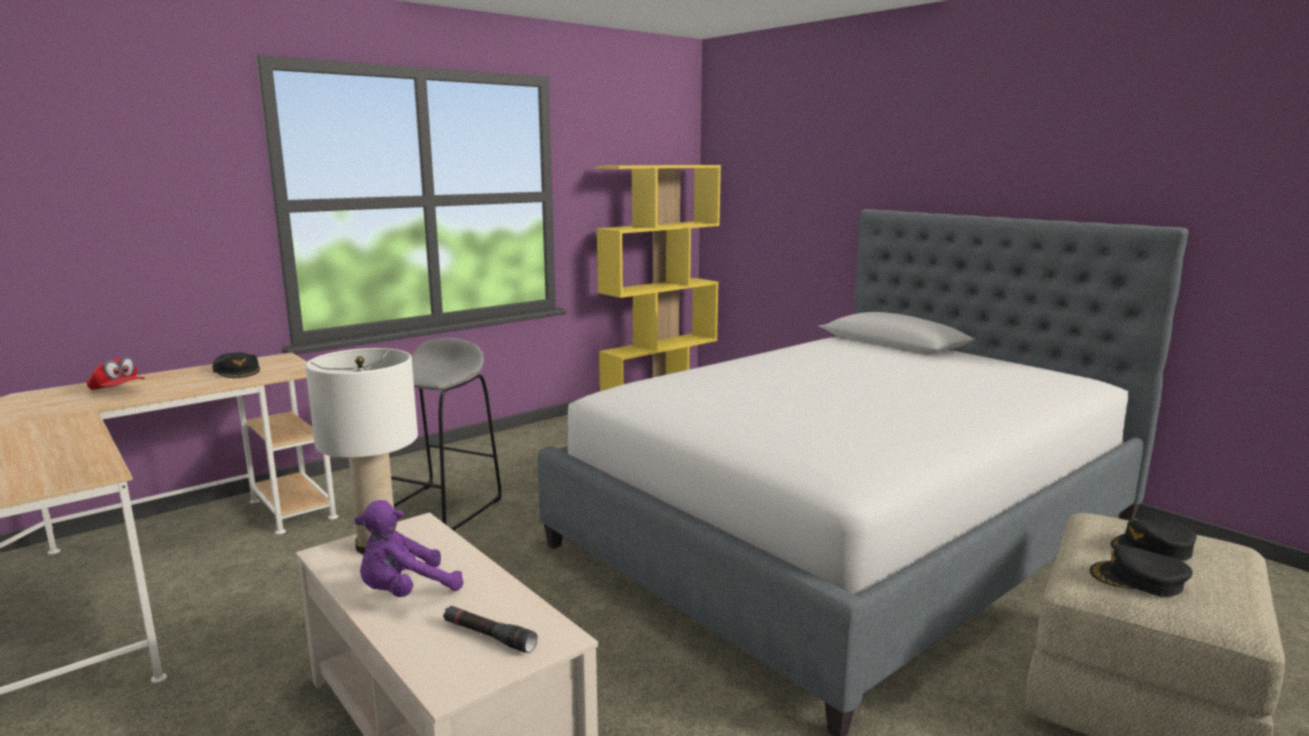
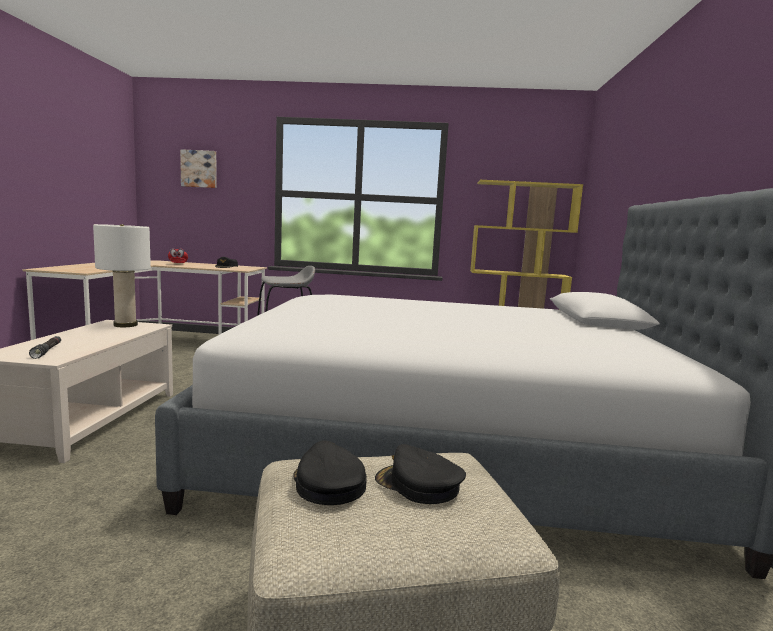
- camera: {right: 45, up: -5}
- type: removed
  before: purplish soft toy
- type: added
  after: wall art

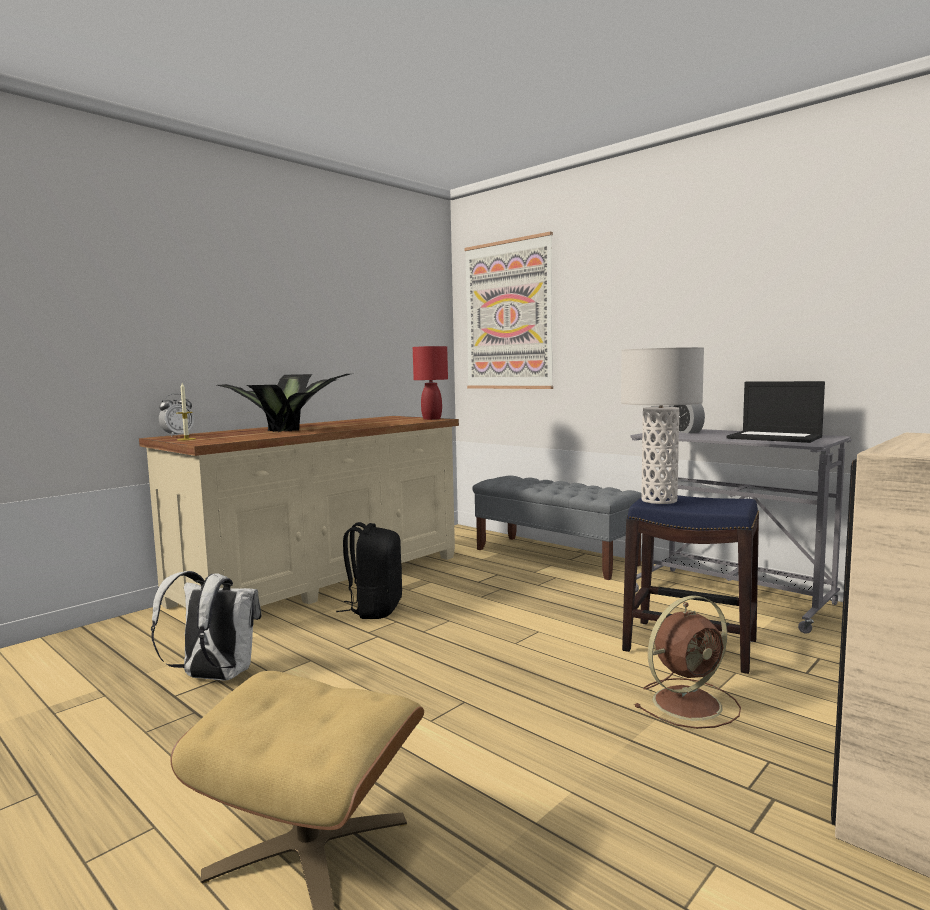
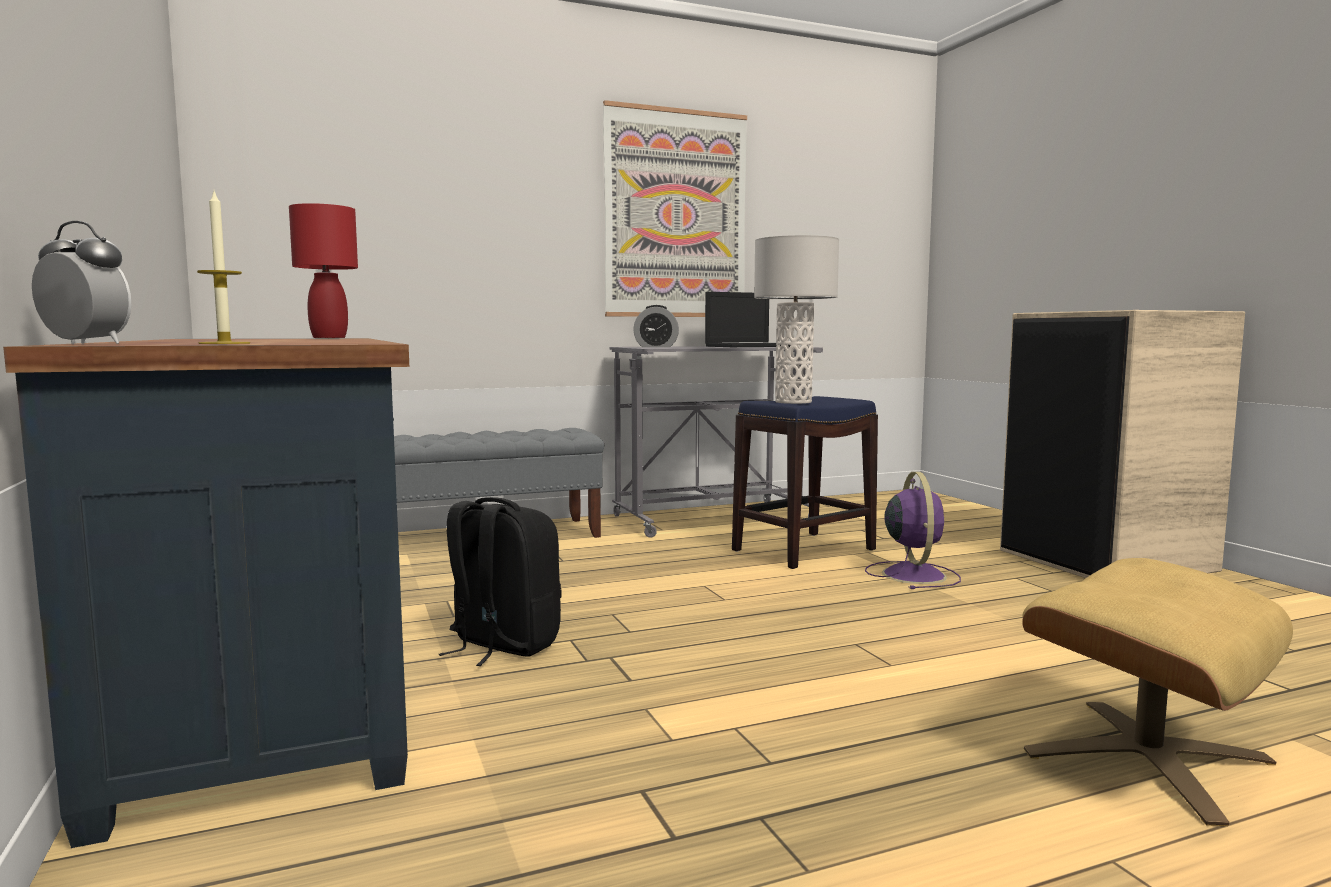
- camera: {right: -65, up: 0}
- type: moved
  before: wall art
- type: removed
  before: houseplant
- type: turned
  before: bedside clock (1st from left)
  turn: -45
- type: recoloured
  before: beige-coloured chest of drawers
  after: blue chest of drawers
- type: removed
  before: white-coloured knapsack
- type: recoloured
  before: brown cooling fan
  after: purplish cooling fan

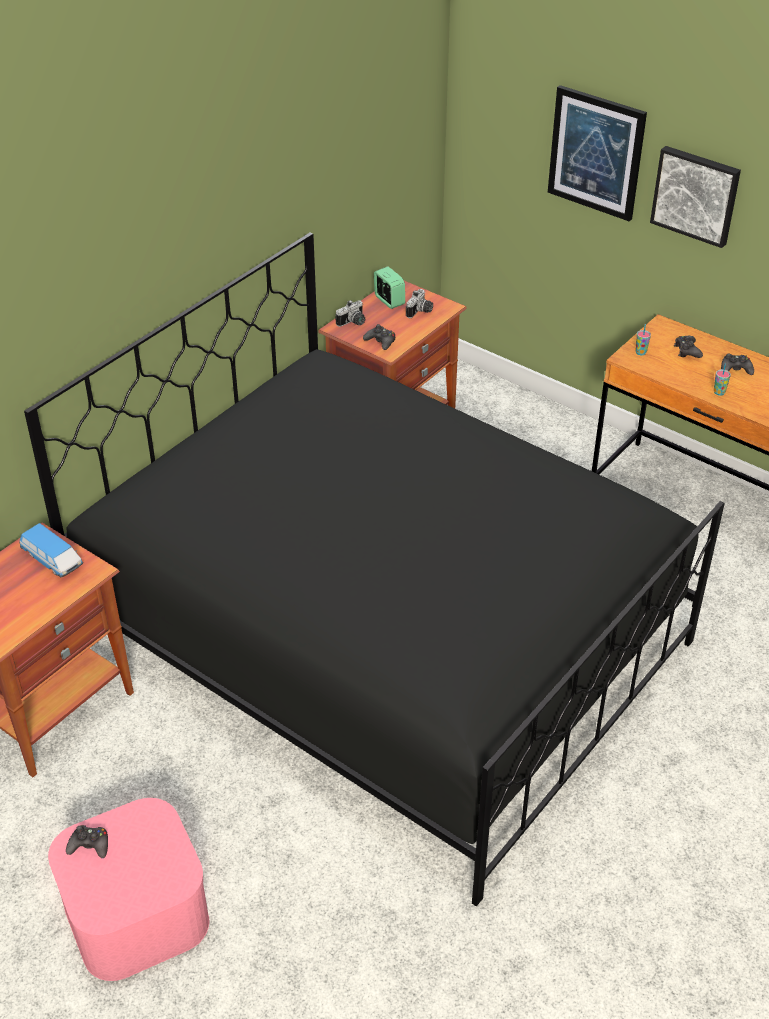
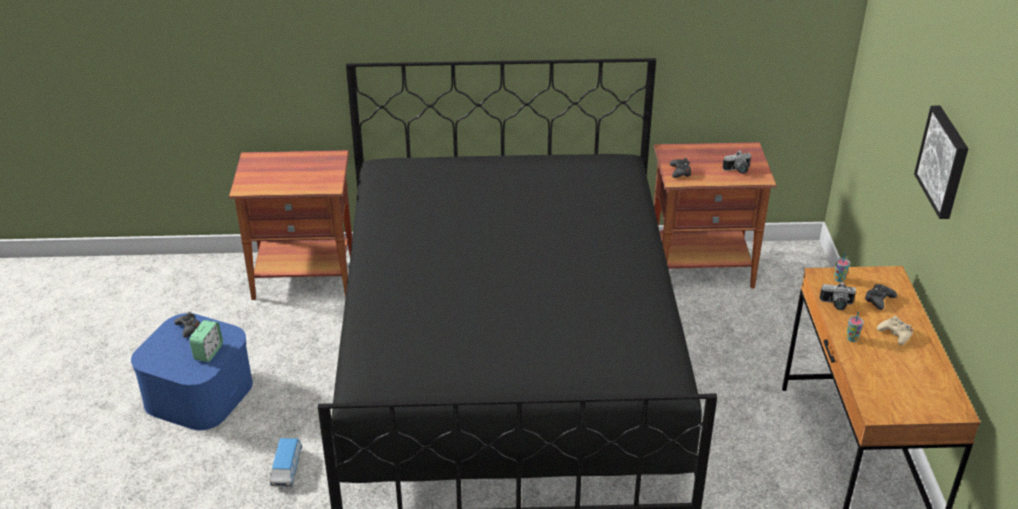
- camera: {right: 50, up: -5}
- type: removed
  before: wall art (1st from left)
- type: moved
  before: bedside clock
- type: moved
  before: still camera (1st from left in the first image)
  after: still camera (2nd from left)
- type: recoloured
  before: black-coloured gamepad (4th from left)
  after: beige-coloured gamepad
- type: moved
  before: toy car
- type: recoloured
  before: pink storage container
  after: blue storage container

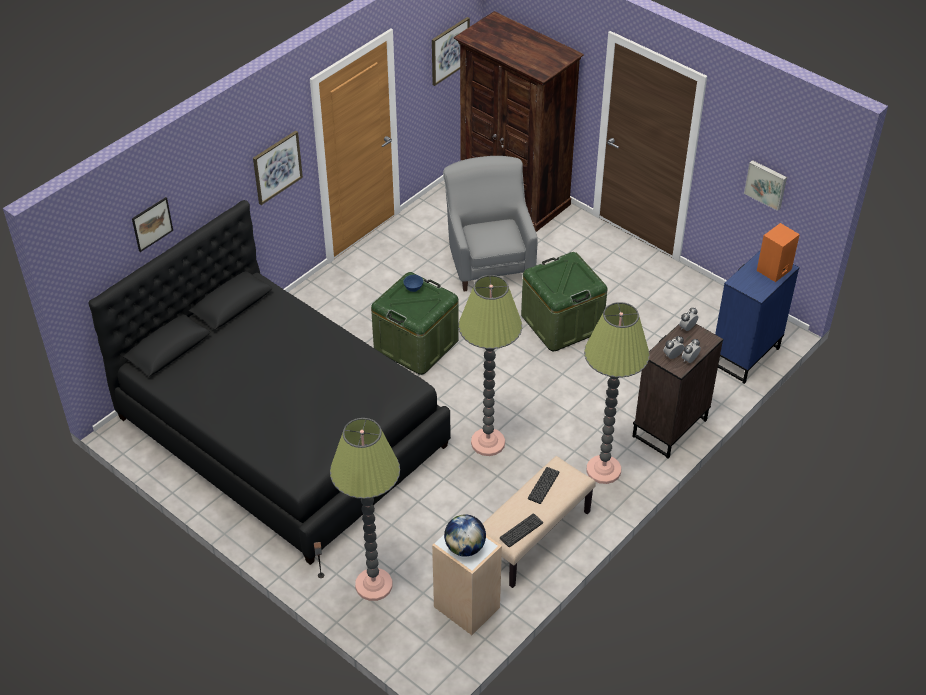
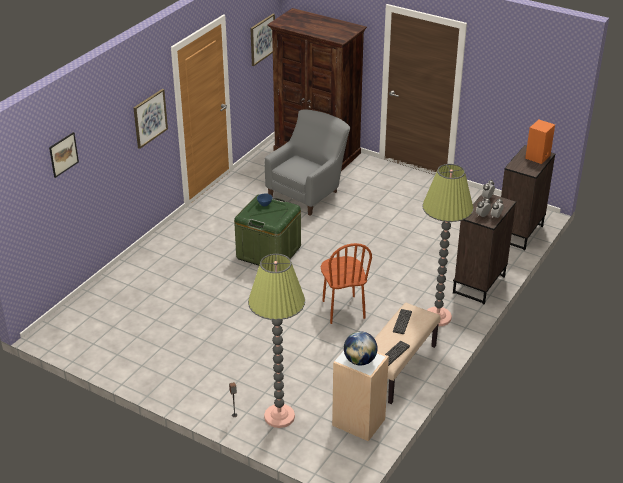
- camera: {right: -10, up: -10}
- type: turned
  before: grey easy chair
  turn: 60
- type: removed
  before: wall art (4th from left)
- type: removed
  before: black-coloured bedroom bed
- type: recoloured
  before: blue chest of drawers
  after: brown chest of drawers (2nd from left)
- type: removed
  before: green-coloured storage container (2nd from left)
- type: replaced
  before: standing lamp (2nd from left)
  after: brown plain chair

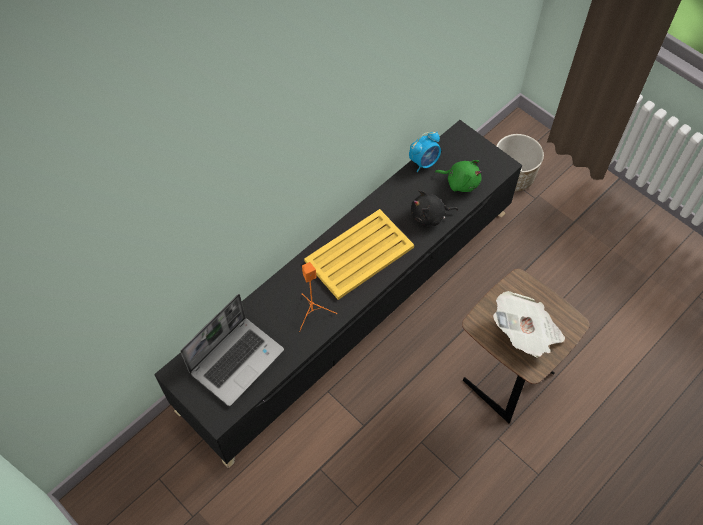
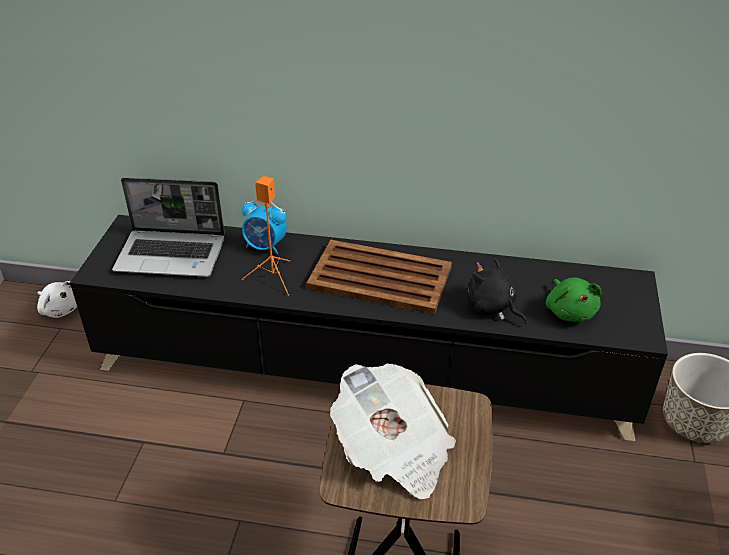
- camera: {right: 55, up: -20}
- type: moved
  before: bedside clock
- type: recoloured
  before: yellow tray
  after: brown tray
- type: added
  after: white-coloured soft toy

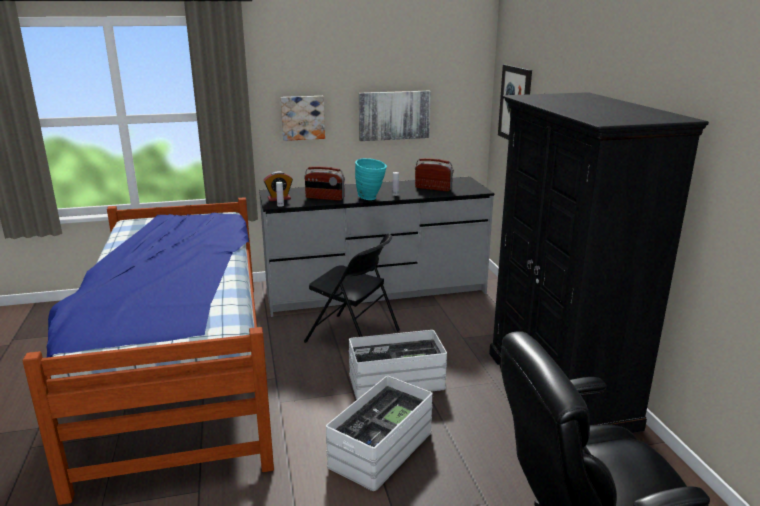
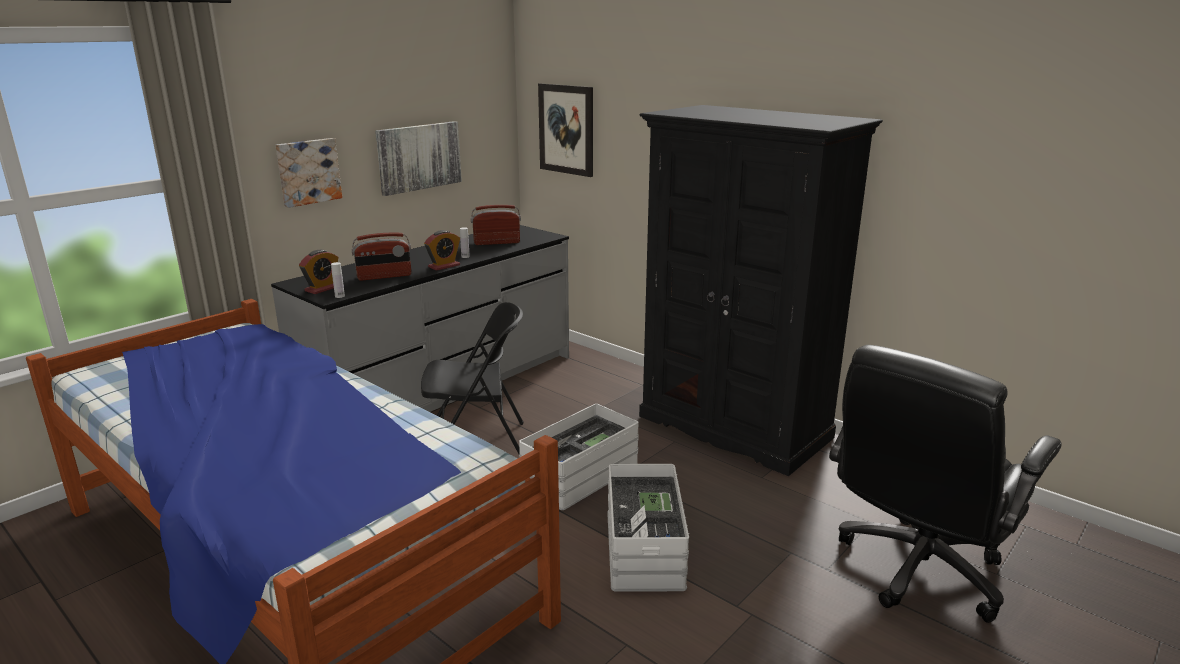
- camera: {right: -35, up: 0}
- type: replaced
  before: blue-green flower vase
  after: bedside clock (2nd from left)

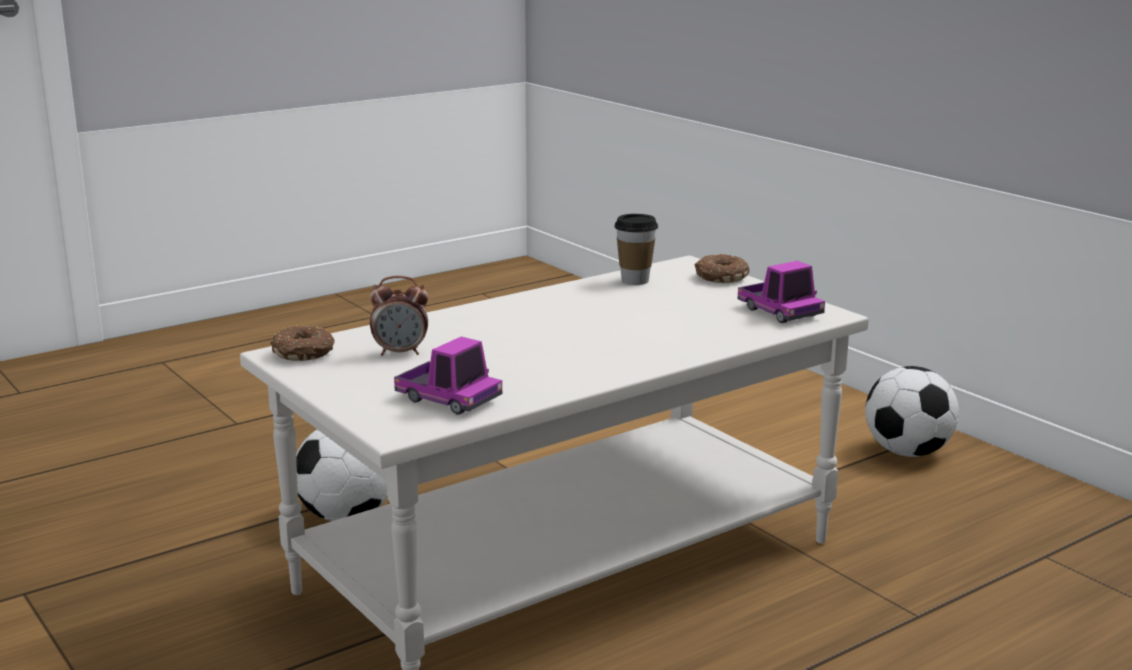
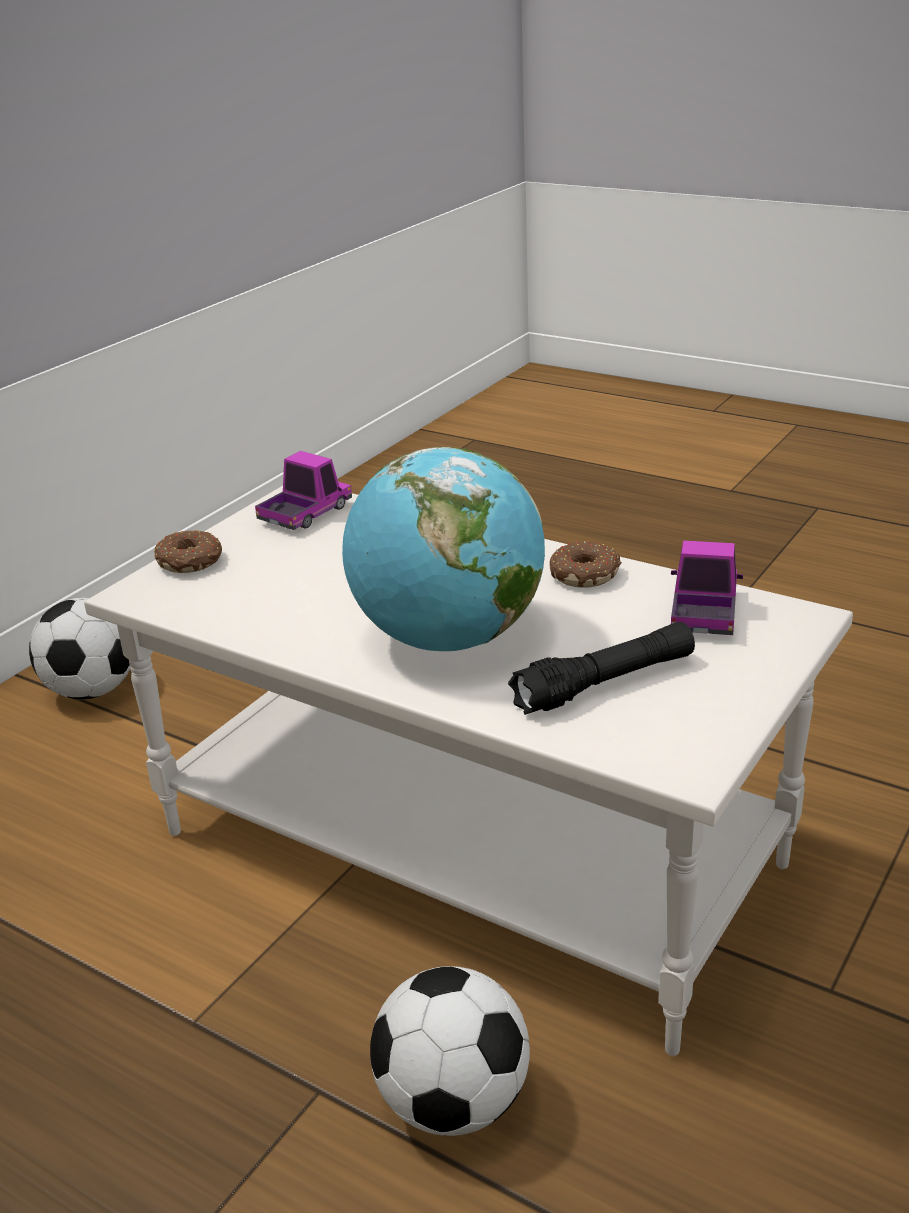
- camera: {right: -110, up: 10}
- type: removed
  before: cup
- type: replaced
  before: bedside clock
  after: black-coloured flashlight
- type: moved
  before: ring doughnut (1st from left in the first image)
  after: ring doughnut (2nd from left)
- type: added
  after: globe

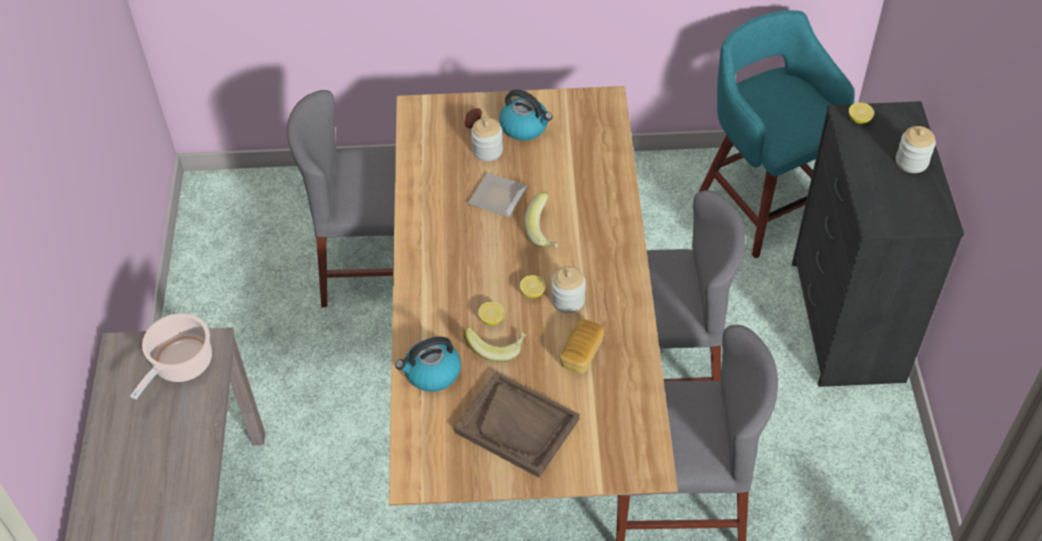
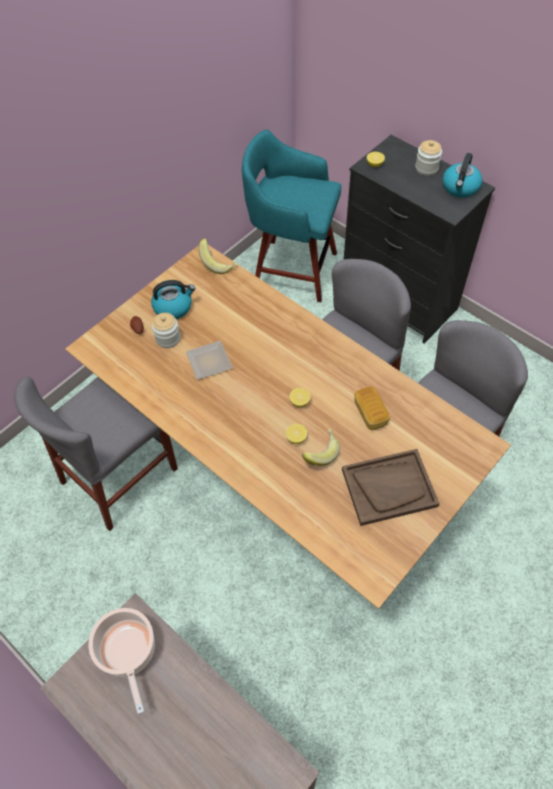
- camera: {right: -45, up: 5}
- type: moved
  before: banana fruit (2nd from left in the first image)
  after: banana fruit (1st from left)
- type: removed
  before: jar (2nd from left)
- type: moved
  before: water kettle (1st from left in the first image)
  after: water kettle (2nd from left)

